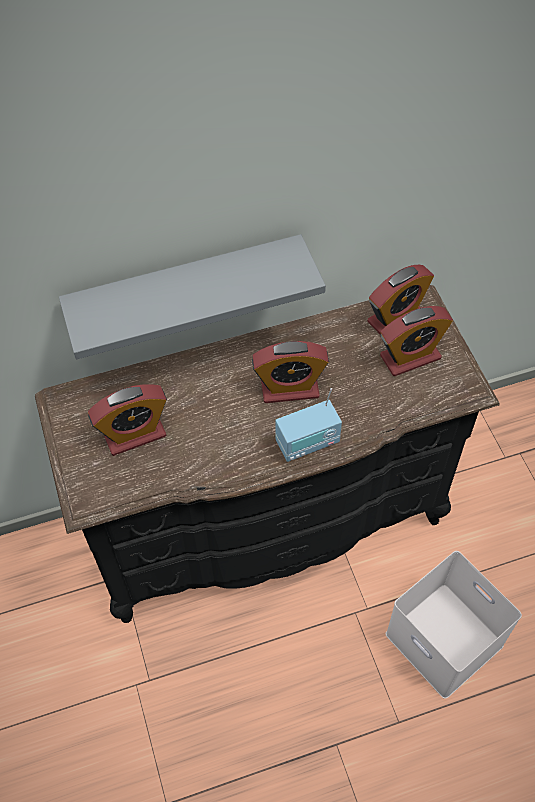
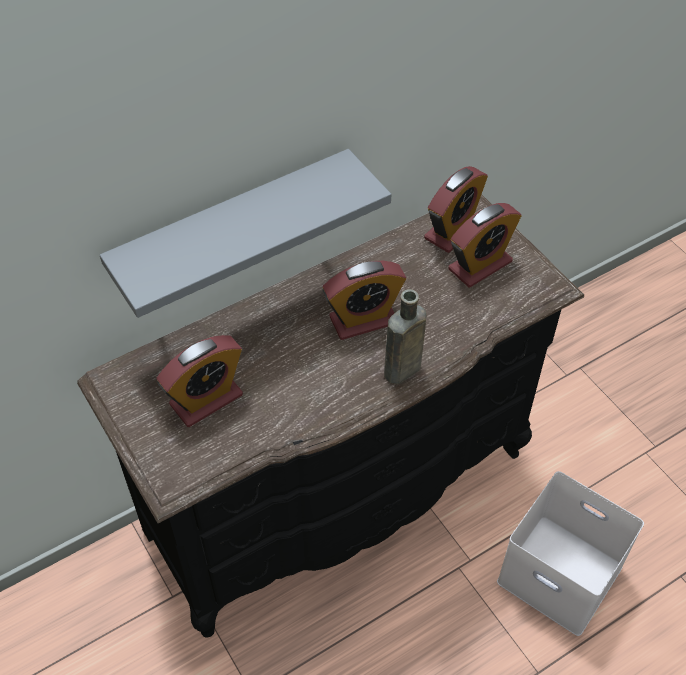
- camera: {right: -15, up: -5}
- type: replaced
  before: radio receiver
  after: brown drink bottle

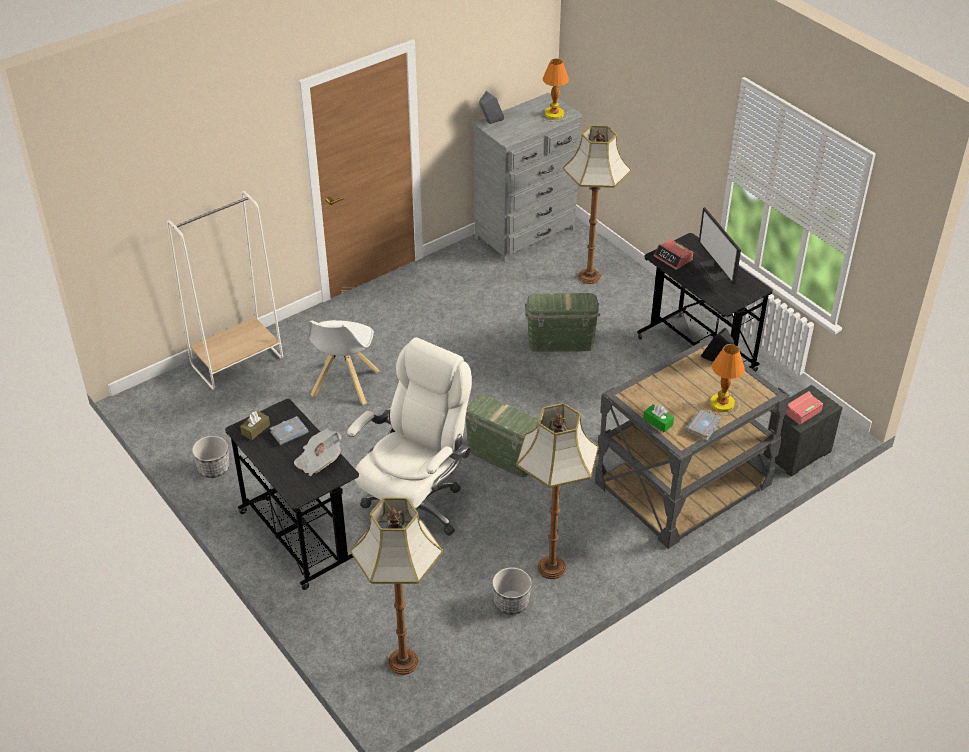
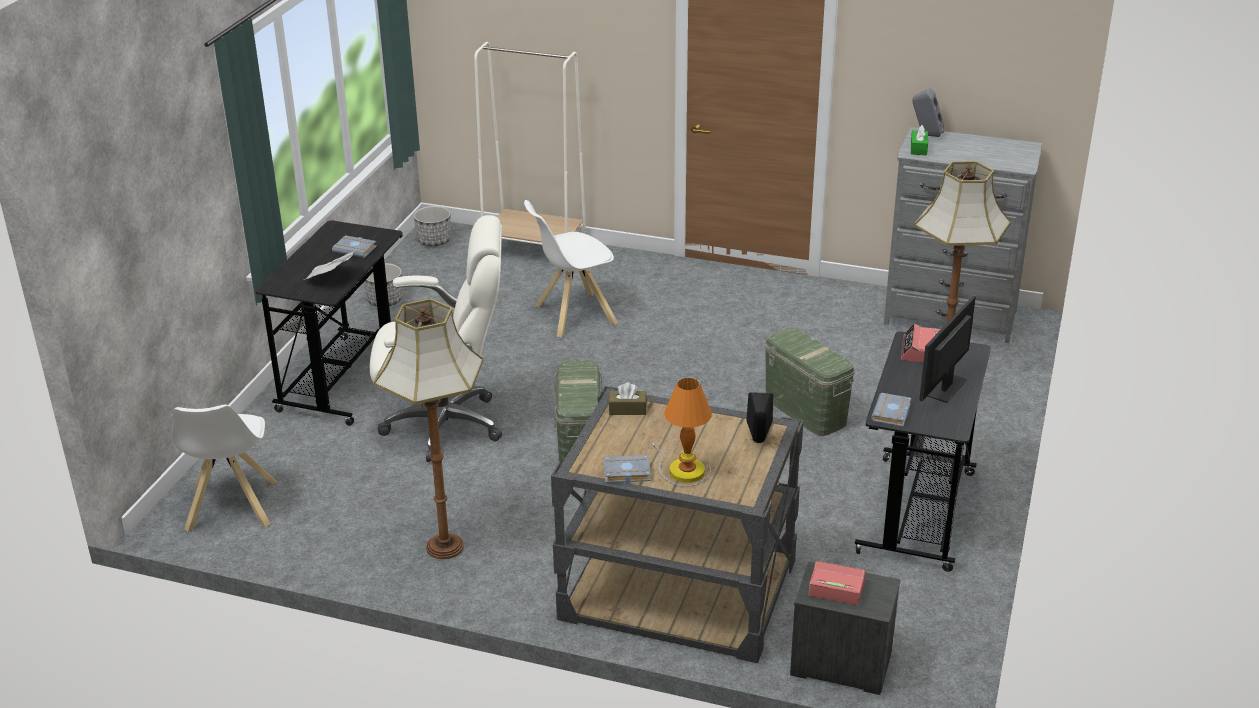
- camera: {right: 55, up: -10}
- type: removed
  before: table lamp (1st from left)
- type: moved
  before: green-coloured tissue box
- type: moved
  before: brown tissue box
- type: replaced
  before: standing lamp (1st from left)
  after: white-coloured plain chair (1st from left)
- type: moved
  before: plant pot (2nd from left)
- type: added
  after: grey volume (3rd from left)

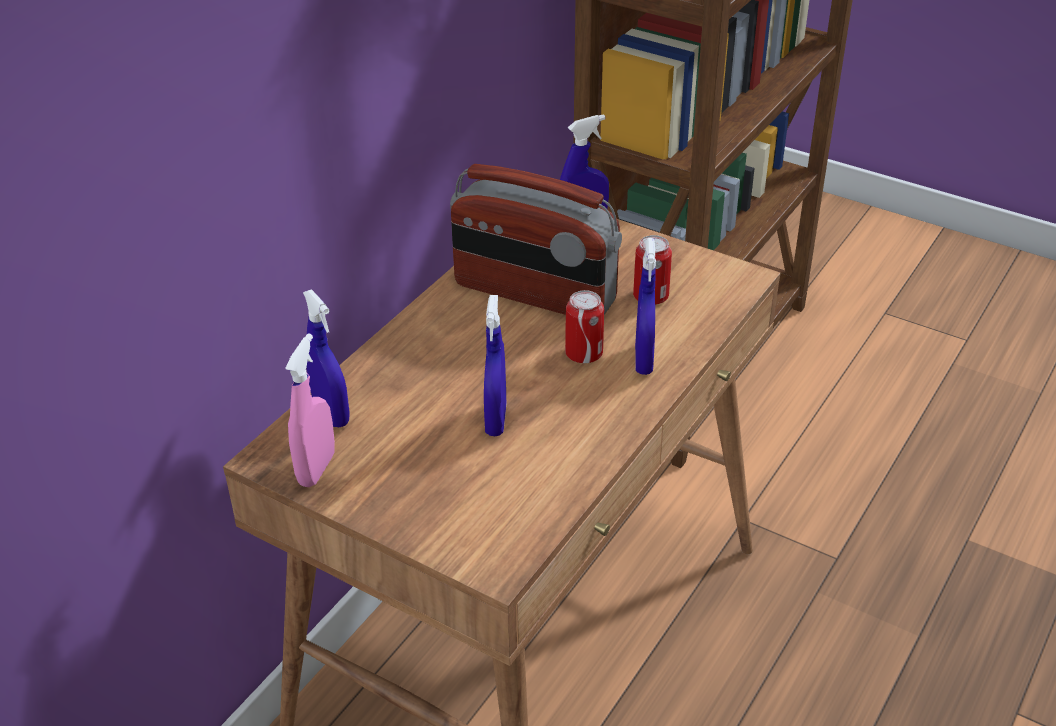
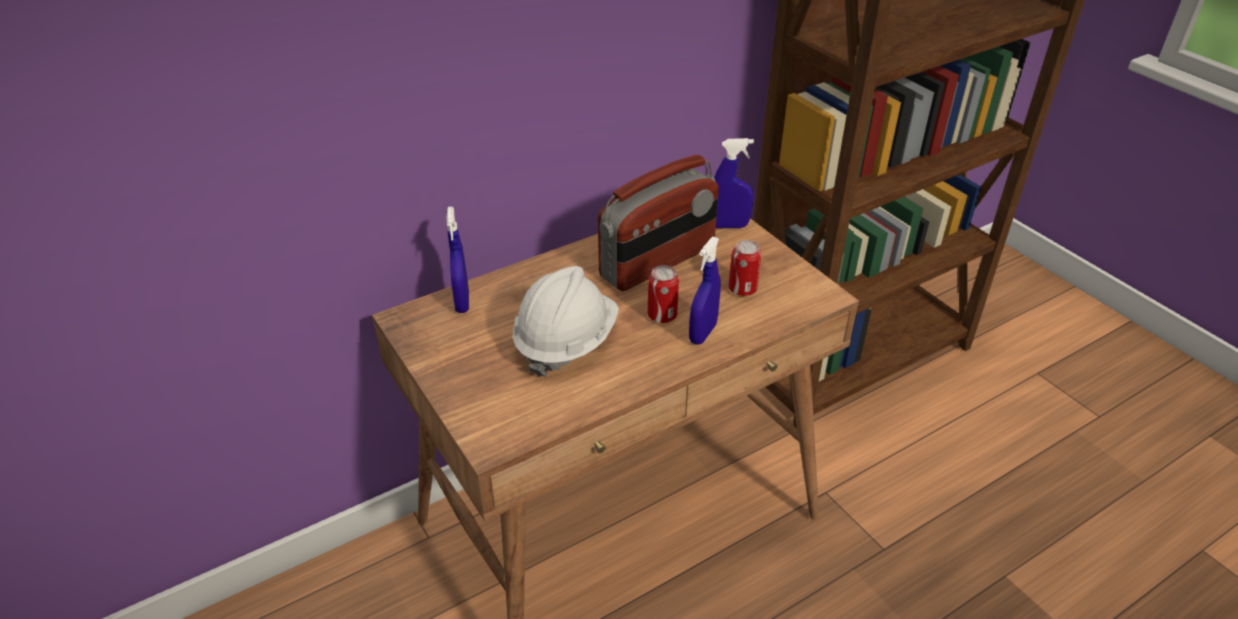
- camera: {right: 25, up: 0}
- type: turned
  before: radio receiver
  turn: -90
- type: replaced
  before: blue hand sprayer (2nd from left)
  after: white-coloured work helmet
- type: removed
  before: pink hand sprayer

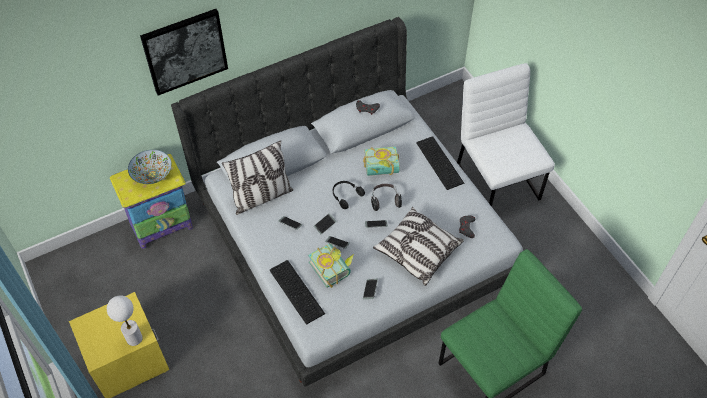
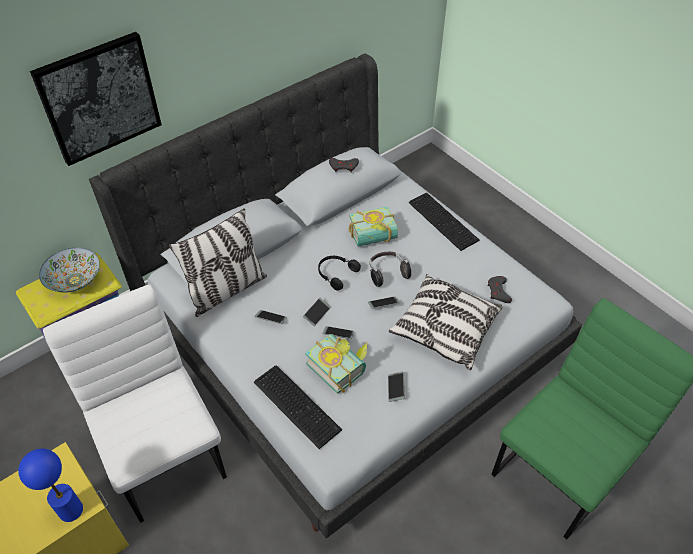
- camera: {right: -10, up: -5}
- type: moved
  before: white-coloured plain chair
- type: recoloured
  before: white-coloured table lamp
  after: blue table lamp

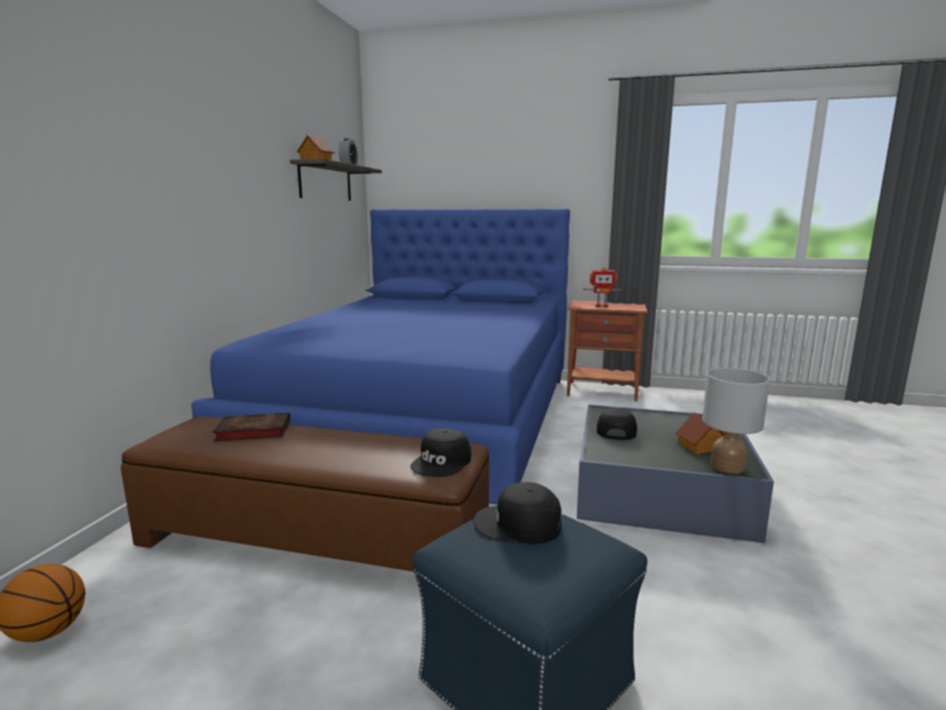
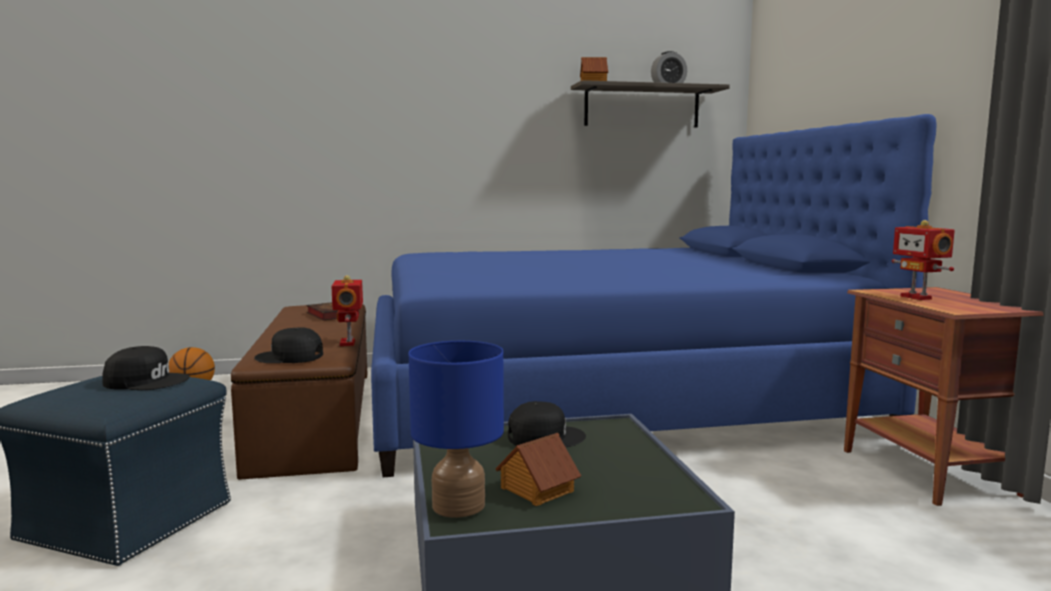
- camera: {right: 65, up: -5}
- type: recoloured
  before: grey table lamp
  after: blue table lamp
- type: turned
  before: black-coloured peaked cap (2nd from left in the first image)
  turn: 105
- type: added
  after: toy robot (1st from left)

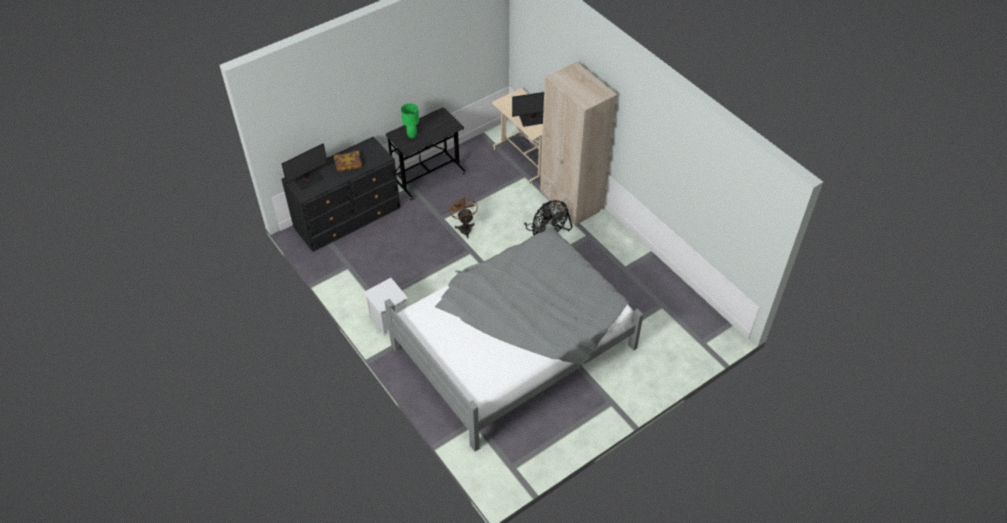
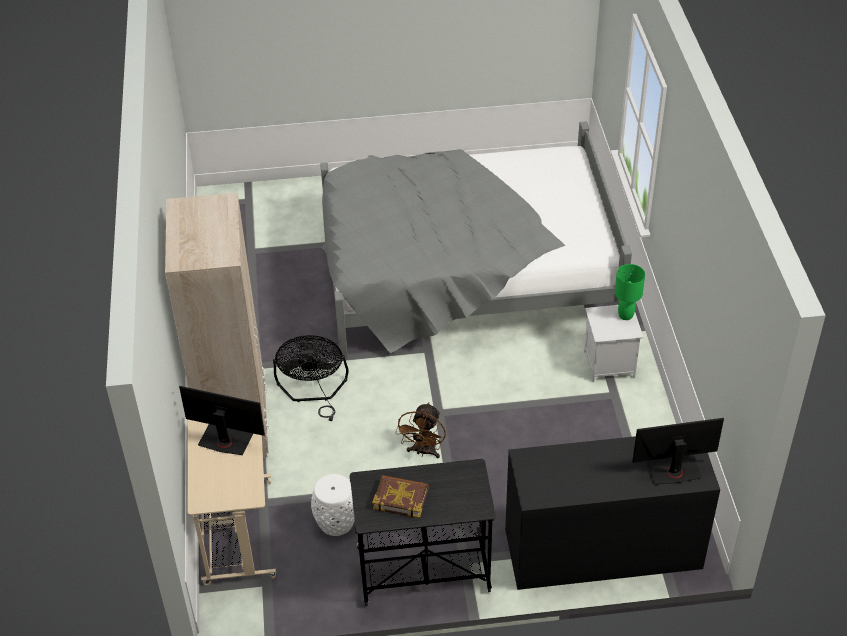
- camera: {right: -150, up: -5}
- type: moved
  before: green-coloured table lamp
- type: moved
  before: volume
- type: added
  after: white-coloured sitting stool

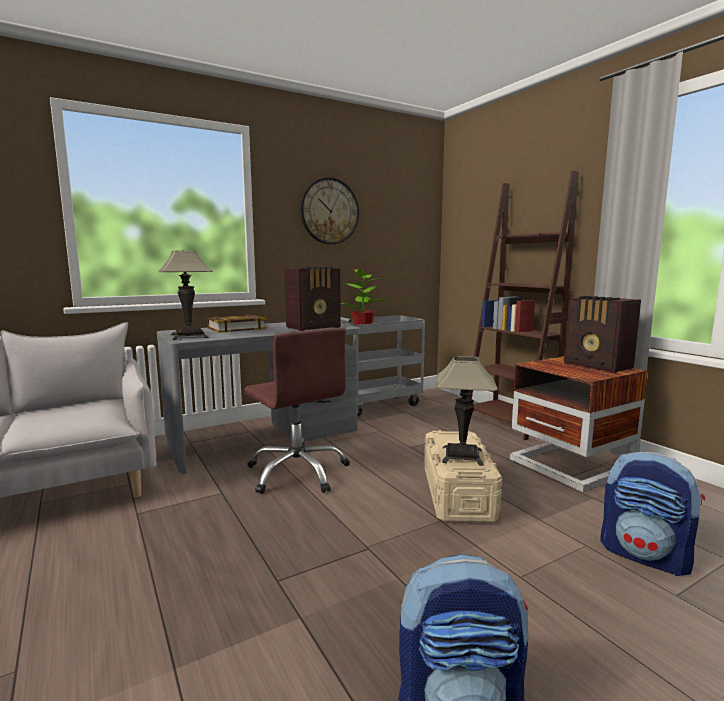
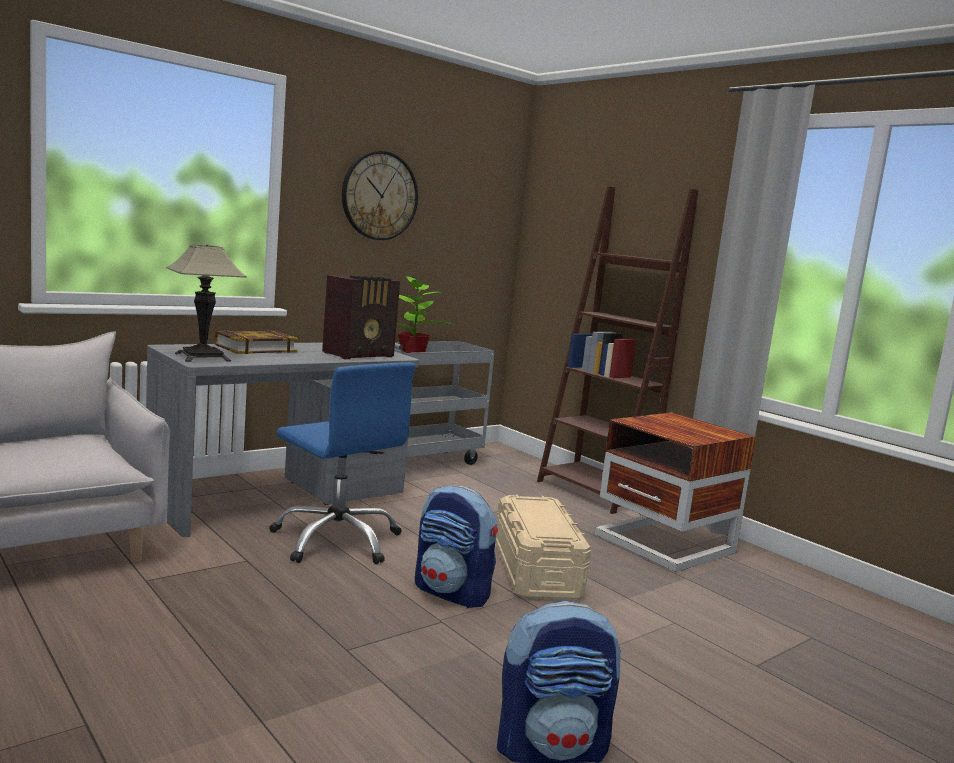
- camera: {right: -10, up: 0}
- type: removed
  before: radio receiver (2nd from left)
- type: recoloured
  before: brown office chair
  after: blue office chair
- type: removed
  before: table lamp (2nd from left)
- type: moved
  before: knapsack (2nd from left in the first image)
  after: knapsack (1st from left)

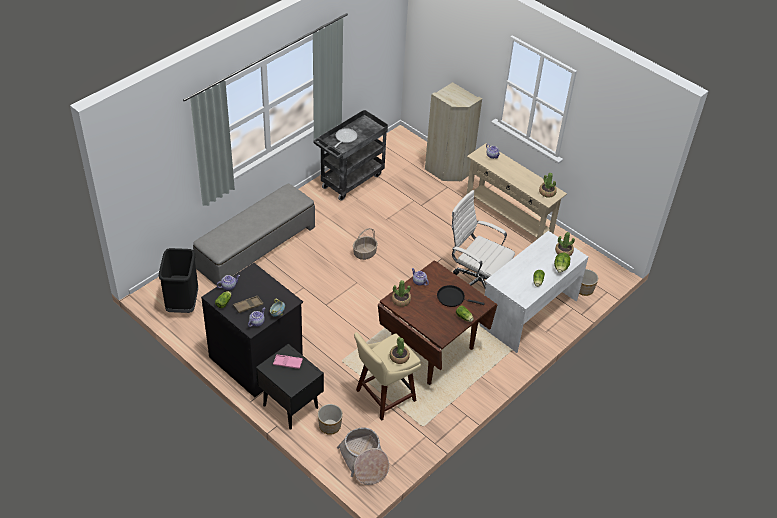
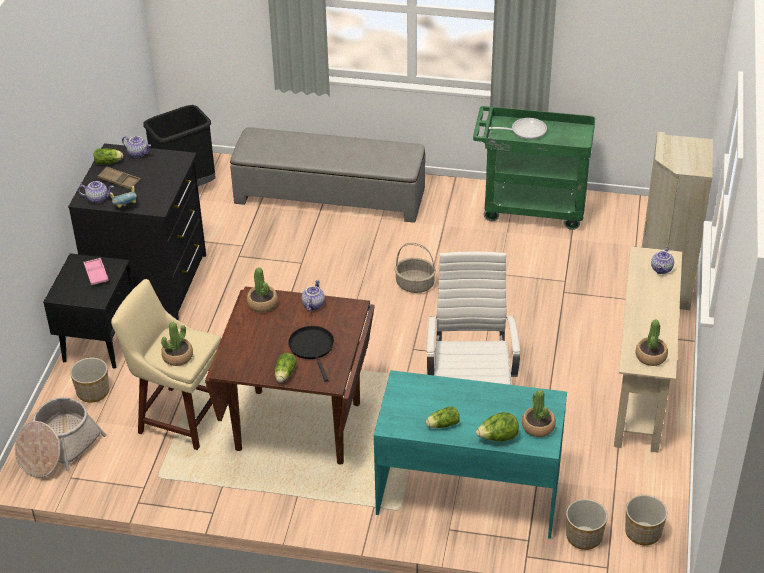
- camera: {right: 60, up: -5}
- type: recoloured
  before: black-coloured trolley
  after: green-coloured trolley
- type: recoloured
  before: white-coloured desk
  after: blue-green desk
- type: added
  after: plant pot (3rd from left)

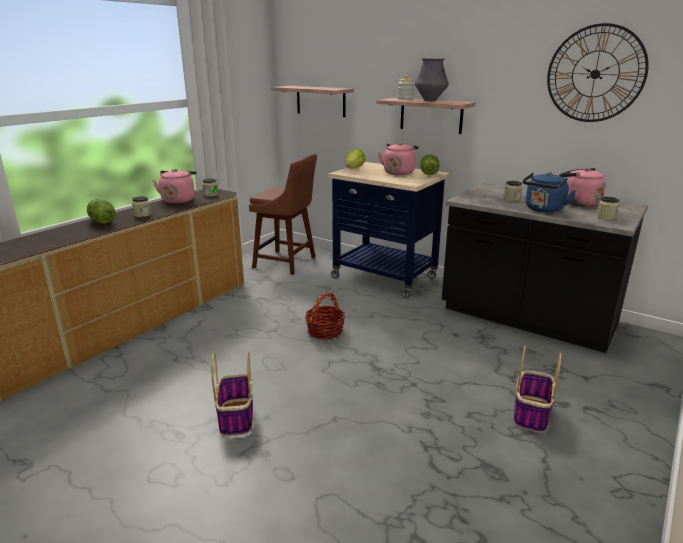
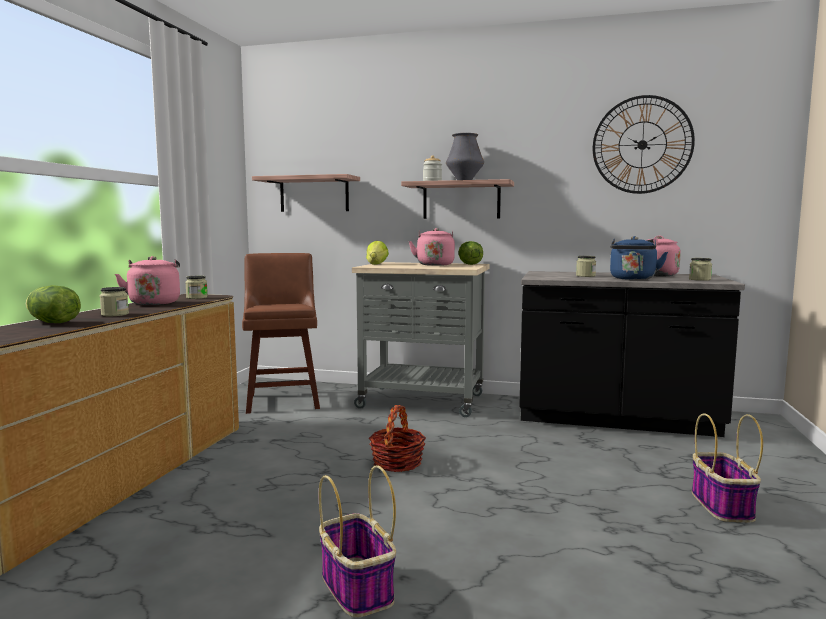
- camera: {right: -20, up: -15}
- type: turned
  before: brown plain chair
  turn: -105
- type: recoloured
  before: blue trolley
  after: grey trolley

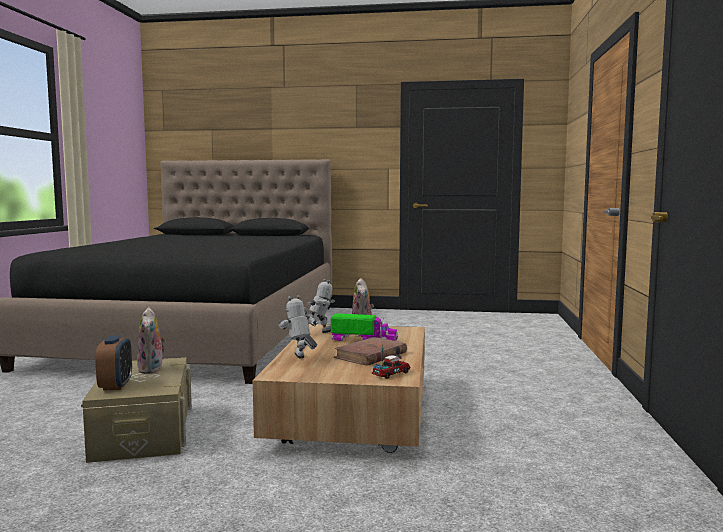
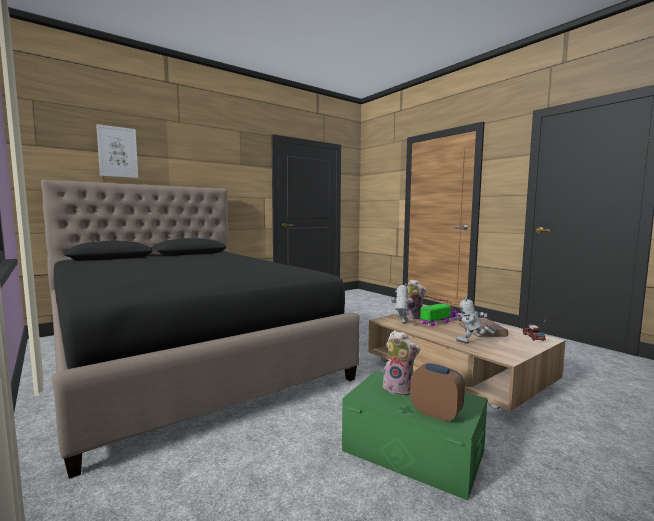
- camera: {right: -45, up: 0}
- type: recoloured
  before: beige-coloured storage container
  after: green-coloured storage container
- type: added
  after: wall art

